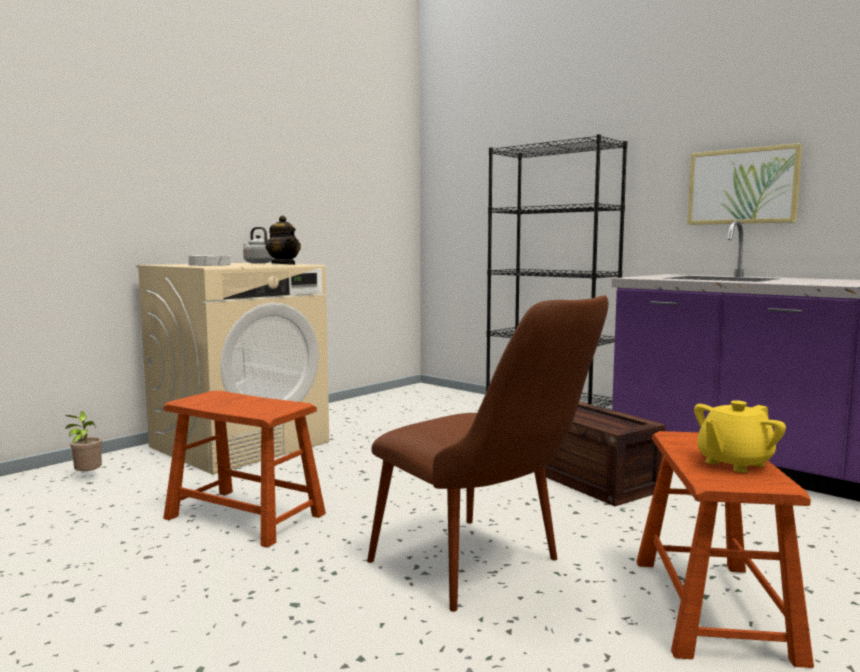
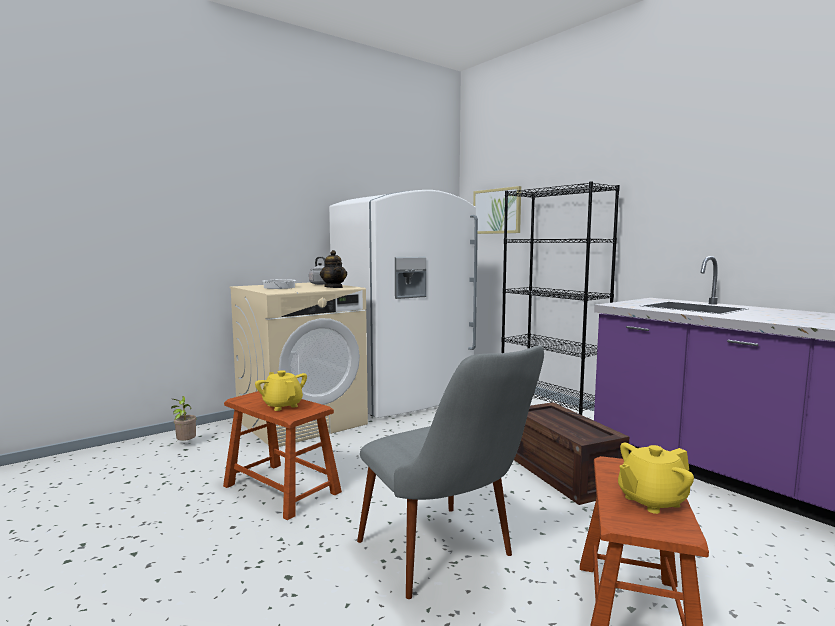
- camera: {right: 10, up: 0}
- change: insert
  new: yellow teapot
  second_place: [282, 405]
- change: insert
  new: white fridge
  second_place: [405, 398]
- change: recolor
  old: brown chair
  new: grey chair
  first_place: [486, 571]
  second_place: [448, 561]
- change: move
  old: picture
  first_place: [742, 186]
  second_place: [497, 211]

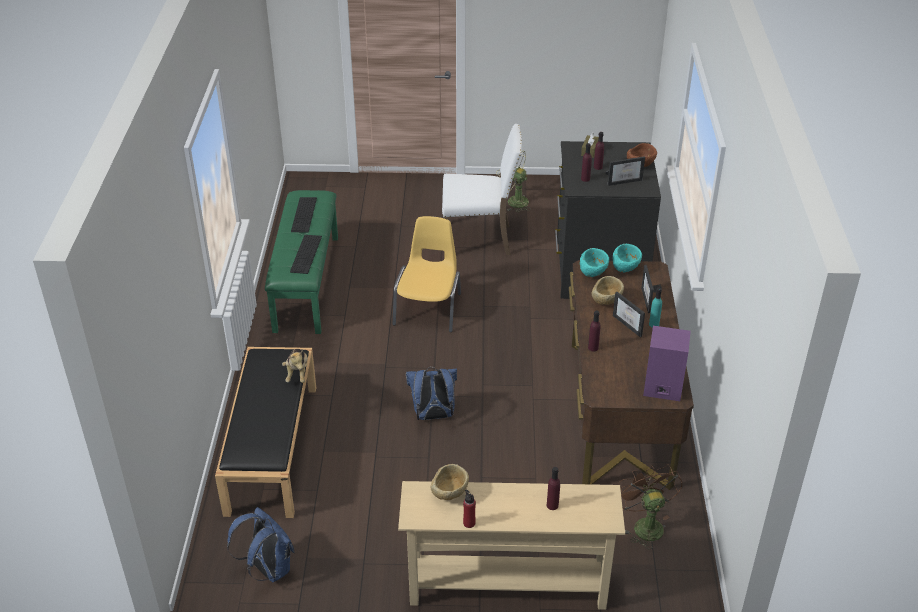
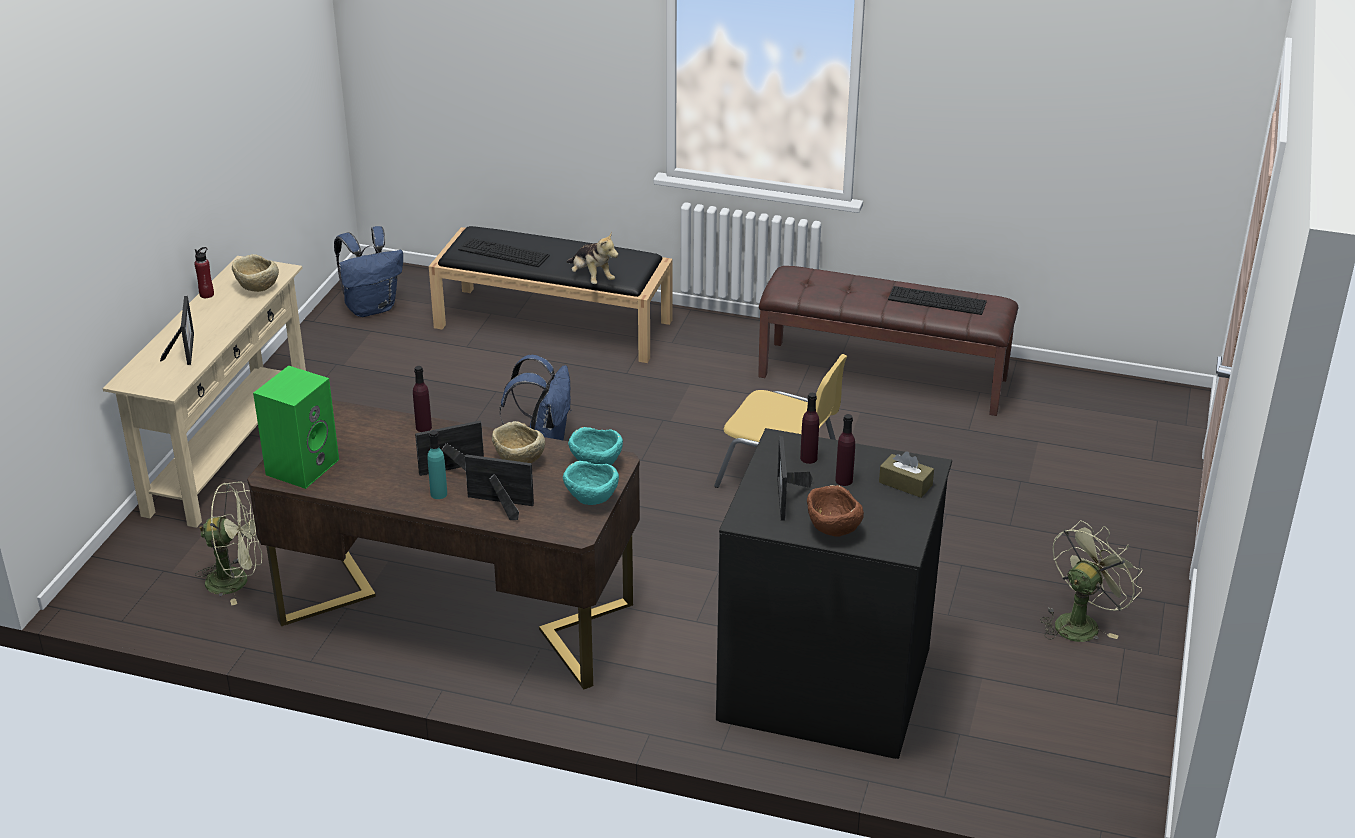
- camera: {right: 105, up: -5}
- change: replace
  old: purple bottle
  new: picture frame
  first_place: [552, 505]
  second_place: [184, 349]
- change: recolor
  old: brown fan
  new: green fan
  first_place: [644, 524]
  second_place: [237, 580]
- change: recolor
  old: purple speaker
  new: green speaker
  first_place: [661, 388]
  second_place: [302, 466]
- change: move
  old: keyboard
  first_place: [306, 254]
  second_place: [503, 253]
- change: rotate
  old: plush toy
  first_place: [297, 373]
  second_place: [591, 278]
  degrees: -135
- change: recolor
  old: green bench
  new: brown bench
  first_place: [306, 283]
  second_place: [883, 377]
- change: delete
  old: white chair
  first_place: [479, 239]

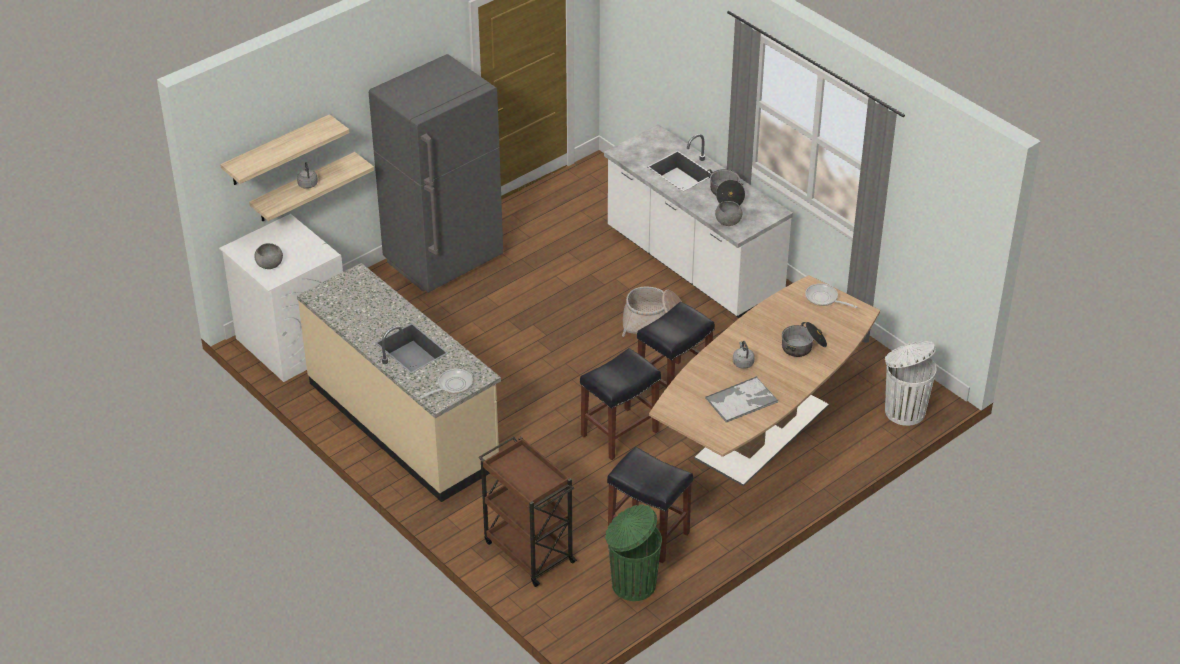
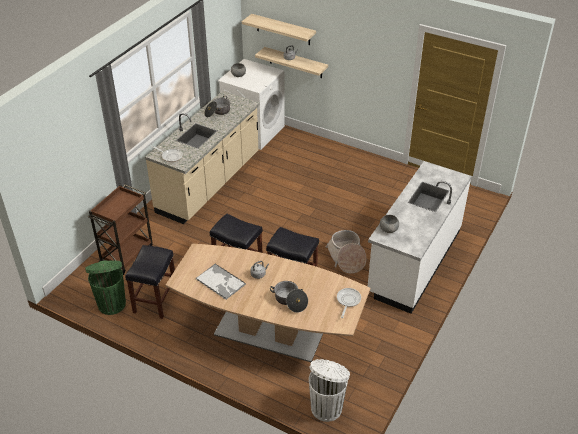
- camera: {right: 70, up: 0}
- change: move
  old: cooking pot
  first_place: [726, 195]
  second_place: [217, 112]
- change: delete
  old: grey fridge
  first_place: [444, 261]

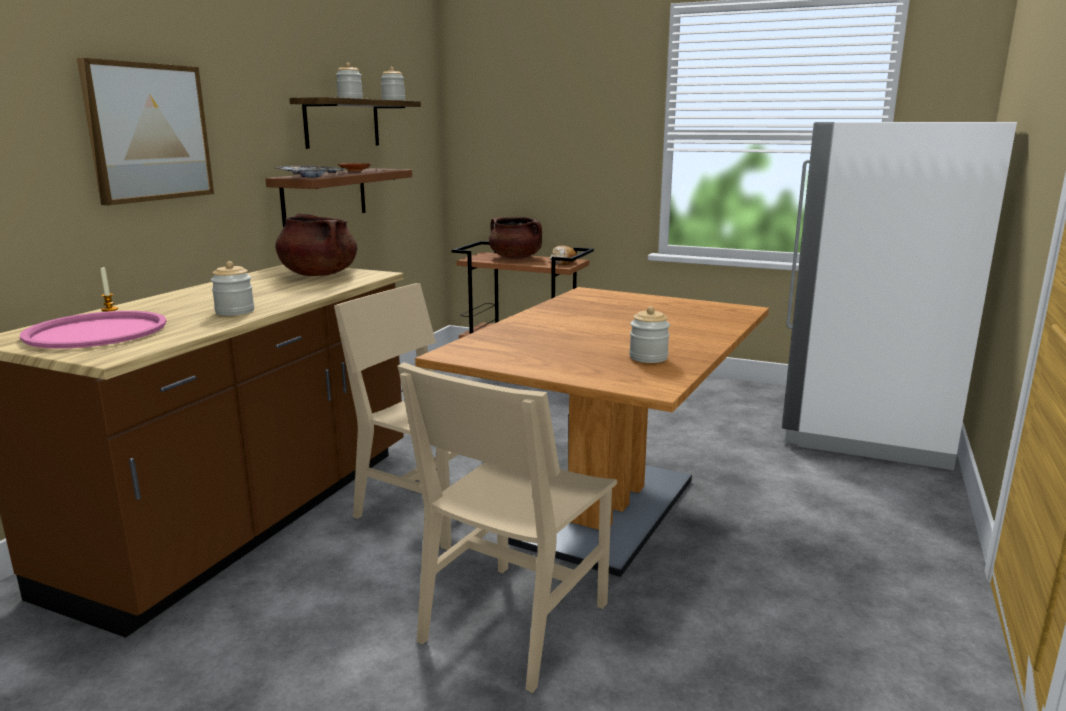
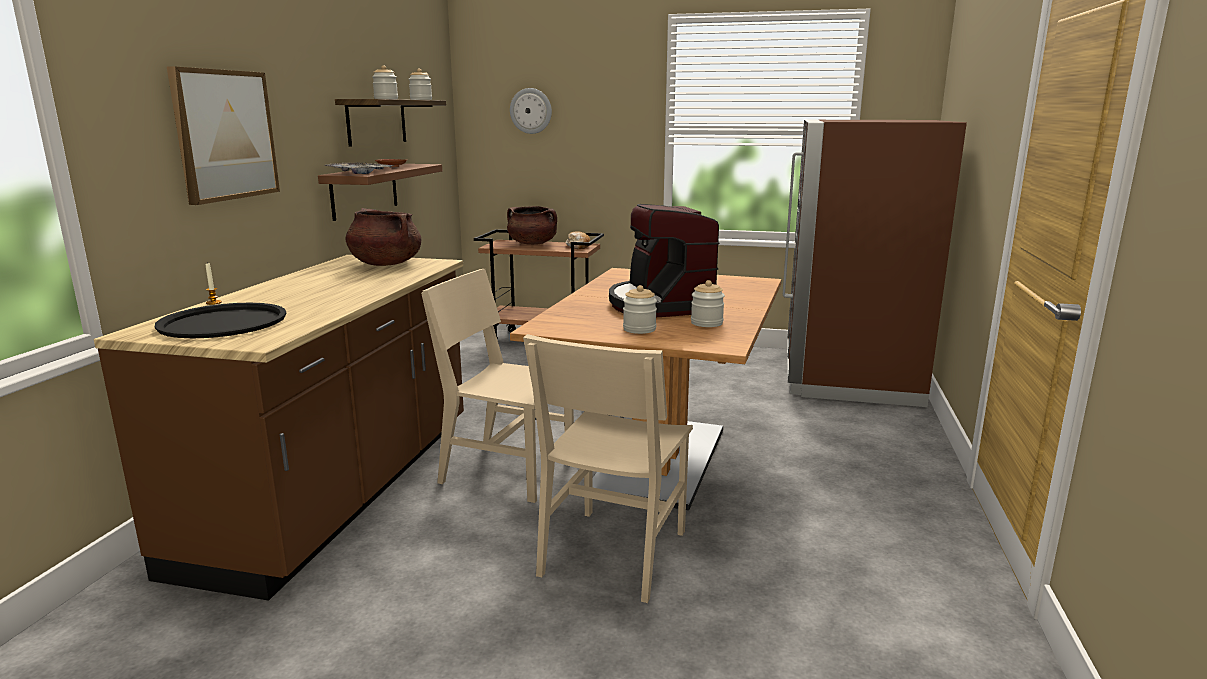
- camera: {right: -10, up: 0}
- change: recolor
  old: pink tray
  new: black tray
  first_place: [96, 332]
  second_place: [223, 322]
- change: insert
  new: wall clock
  second_place: [531, 111]
- change: insert
  new: coffee machine
  second_place: [660, 304]
- change: move
  old: jar
  first_place: [235, 311]
  second_place: [639, 329]
- change: recolor
  old: white fridge
  new: brown fridge
  first_place: [863, 425]
  second_place: [849, 376]

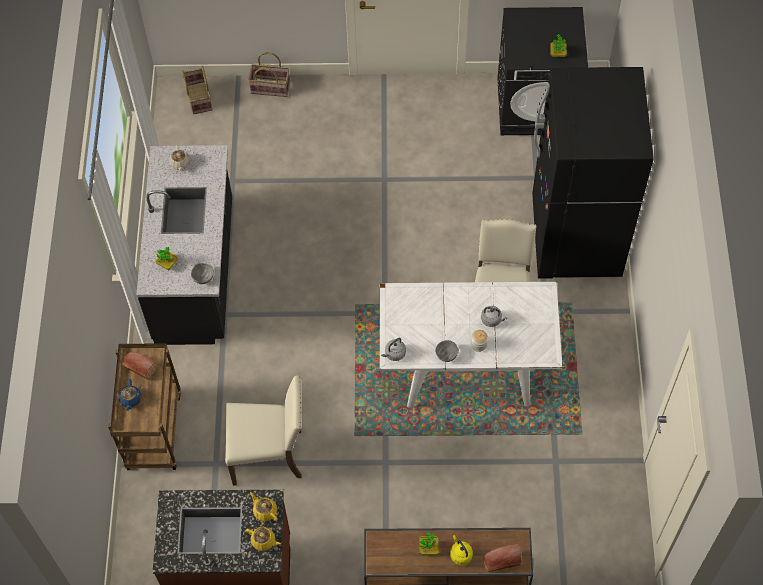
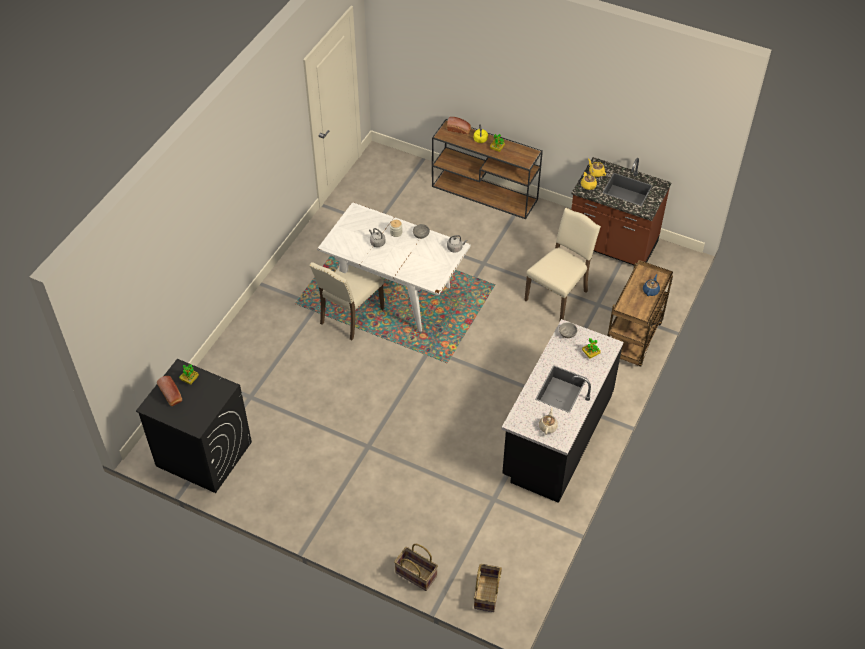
- camera: {right: -155, up: -10}
- change: move
  old: bread
  first_place: [139, 367]
  second_place: [171, 395]
- change: rotate
  old: beige chair
  first_place: [269, 455]
  second_place: [558, 295]
  degrees: 105
- change: delete
  old: black fridge
  first_place: [575, 238]

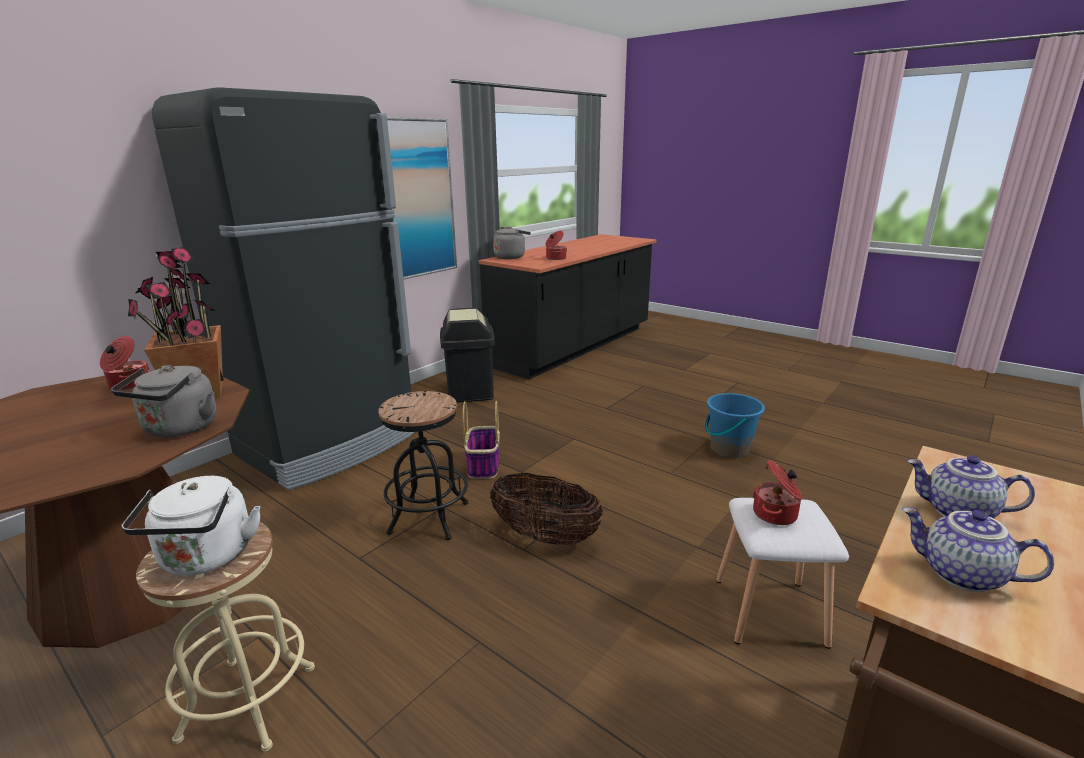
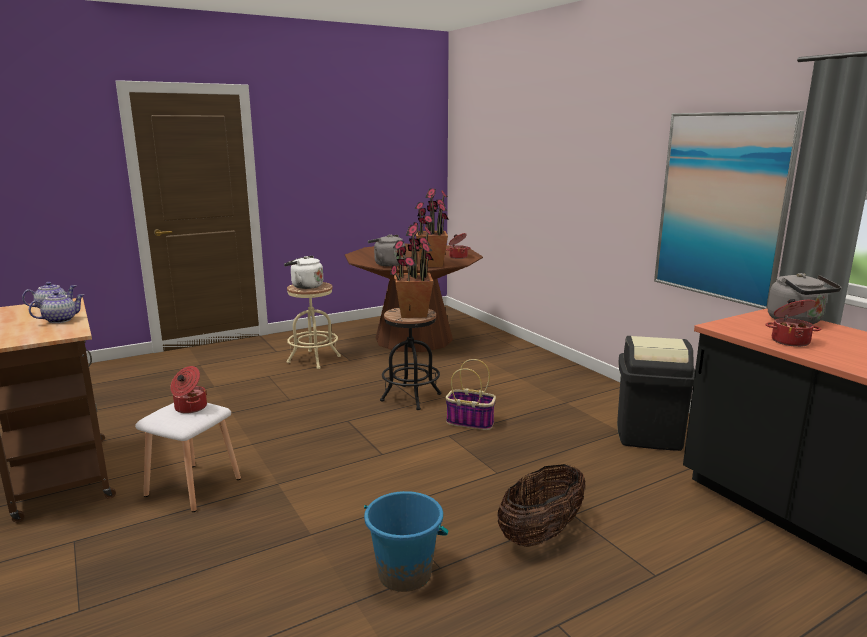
- camera: {right: 110, up: -5}
- change: insert
  new: potted plant
  second_place: [413, 314]
- change: move
  old: basket
  first_place: [545, 536]
  second_place: [540, 533]
- change: delete
  old: black fridge
  first_place: [331, 443]

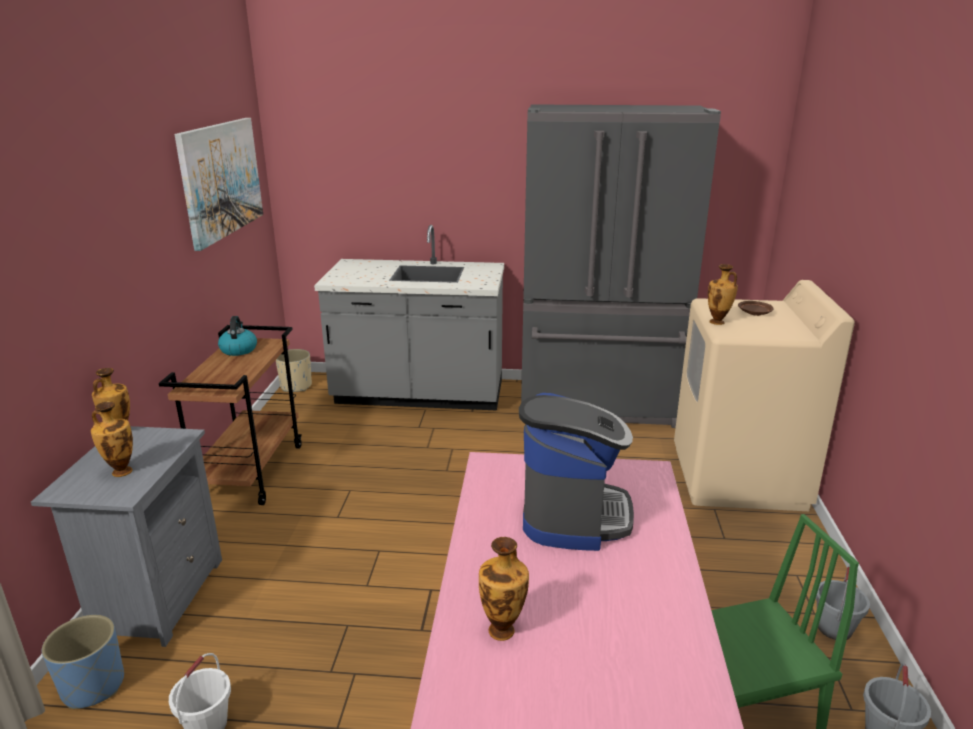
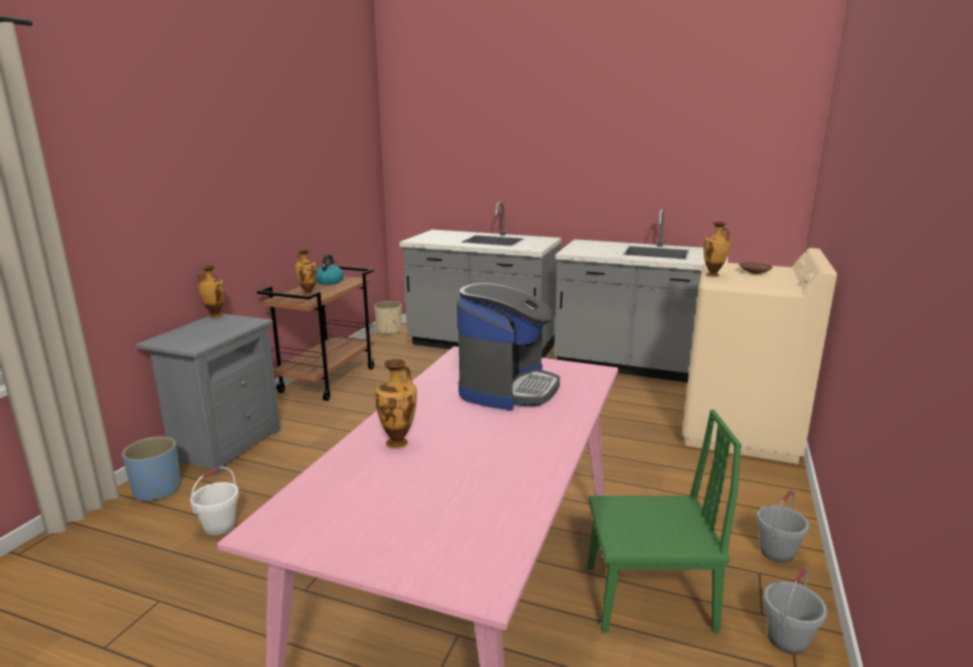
- camera: {right: 15, up: -5}
- change: move
  old: vase
  first_place: [121, 471]
  second_place: [308, 294]
- change: replace
  old: grey fridge
  new: grey counter
  first_place: [598, 405]
  second_place: [633, 366]
- change: delete
  old: picture
  first_place: [221, 179]

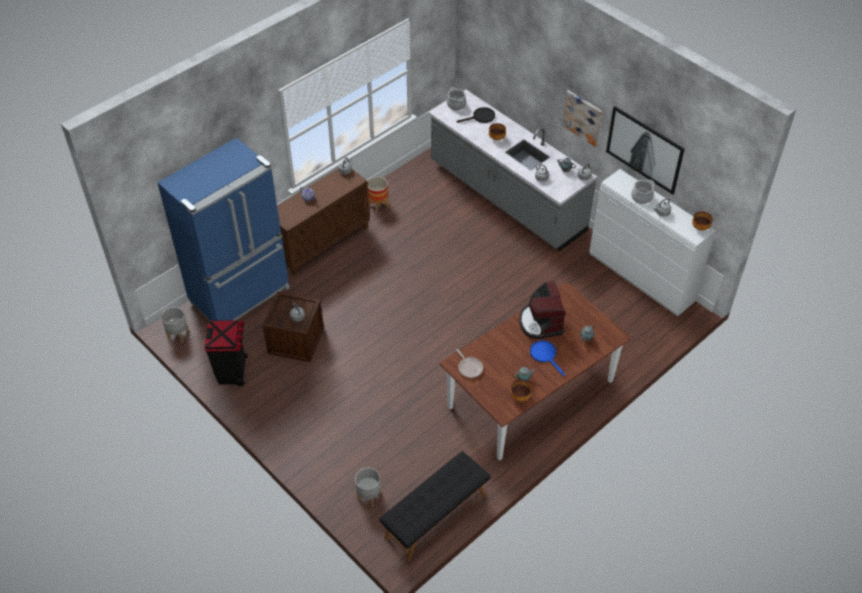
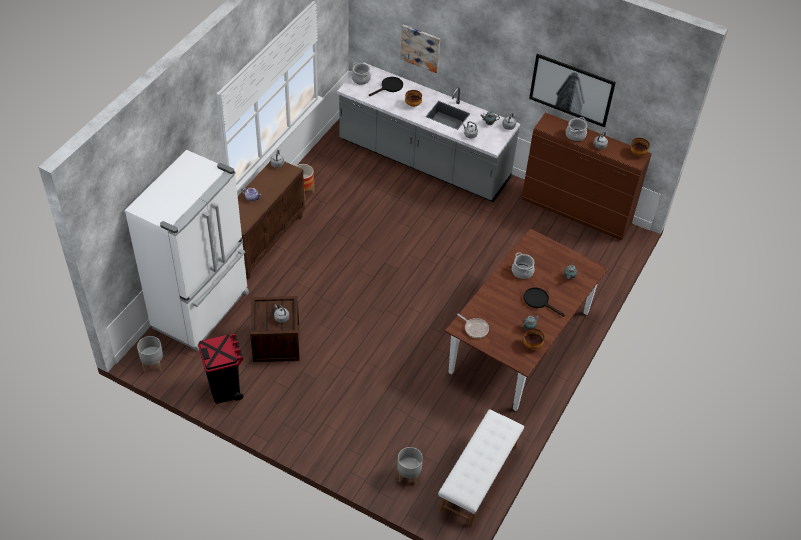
- camera: {right: -20, up: 0}
- change: recolor
  old: blue fridge
  new: white fridge
  first_place: [241, 295]
  second_place: [202, 310]
- change: move
  old: picture
  first_place: [582, 117]
  second_place: [420, 48]
- change: recolor
  old: black bench
  new: white bench
  first_place: [436, 517]
  second_place: [479, 478]
- change: replace
  old: coffee machine
  new: cooking pot
  first_place: [540, 322]
  second_place: [522, 271]
- change: recolor
  old: white dresser
  new: brown dresser
  first_place: [640, 279]
  second_place: [576, 213]
- change: recolor
  old: blue frying pan
  new: black frying pan
  first_place: [545, 355]
  second_place: [539, 301]

